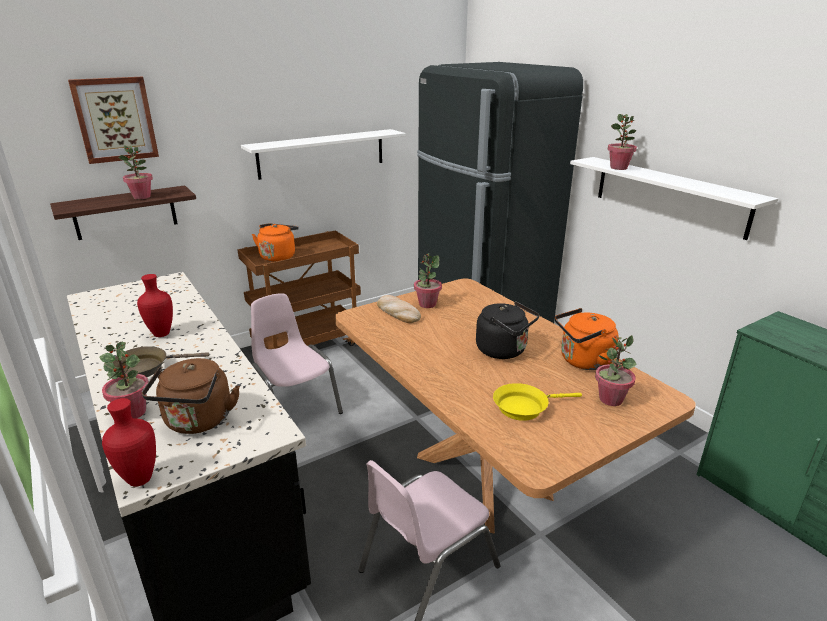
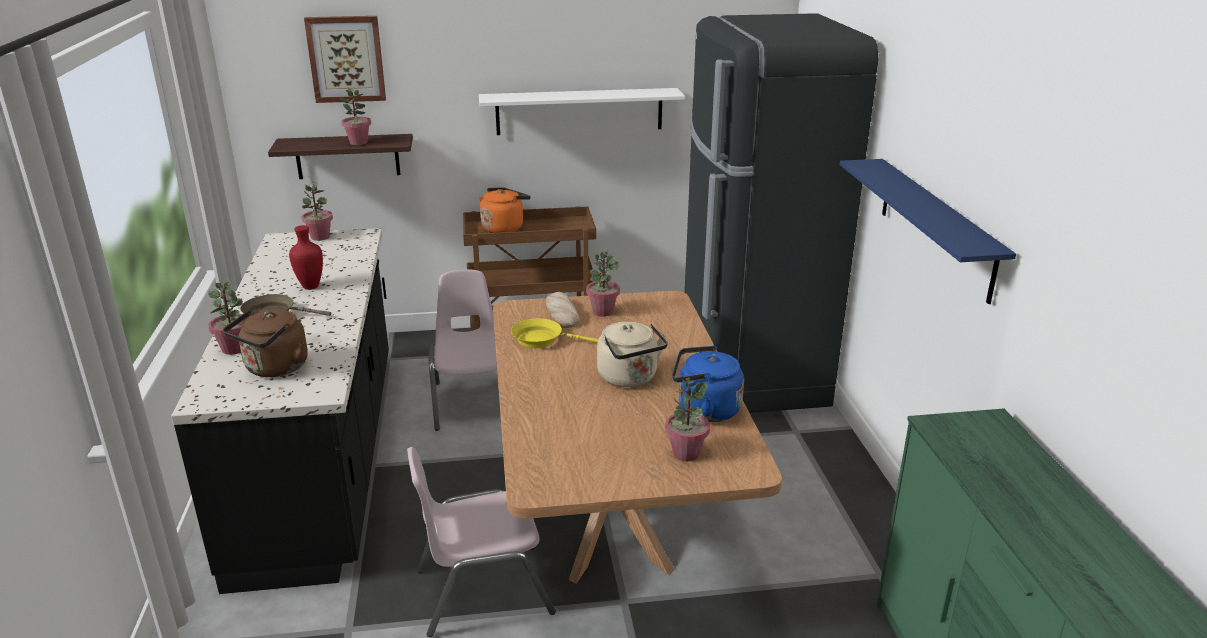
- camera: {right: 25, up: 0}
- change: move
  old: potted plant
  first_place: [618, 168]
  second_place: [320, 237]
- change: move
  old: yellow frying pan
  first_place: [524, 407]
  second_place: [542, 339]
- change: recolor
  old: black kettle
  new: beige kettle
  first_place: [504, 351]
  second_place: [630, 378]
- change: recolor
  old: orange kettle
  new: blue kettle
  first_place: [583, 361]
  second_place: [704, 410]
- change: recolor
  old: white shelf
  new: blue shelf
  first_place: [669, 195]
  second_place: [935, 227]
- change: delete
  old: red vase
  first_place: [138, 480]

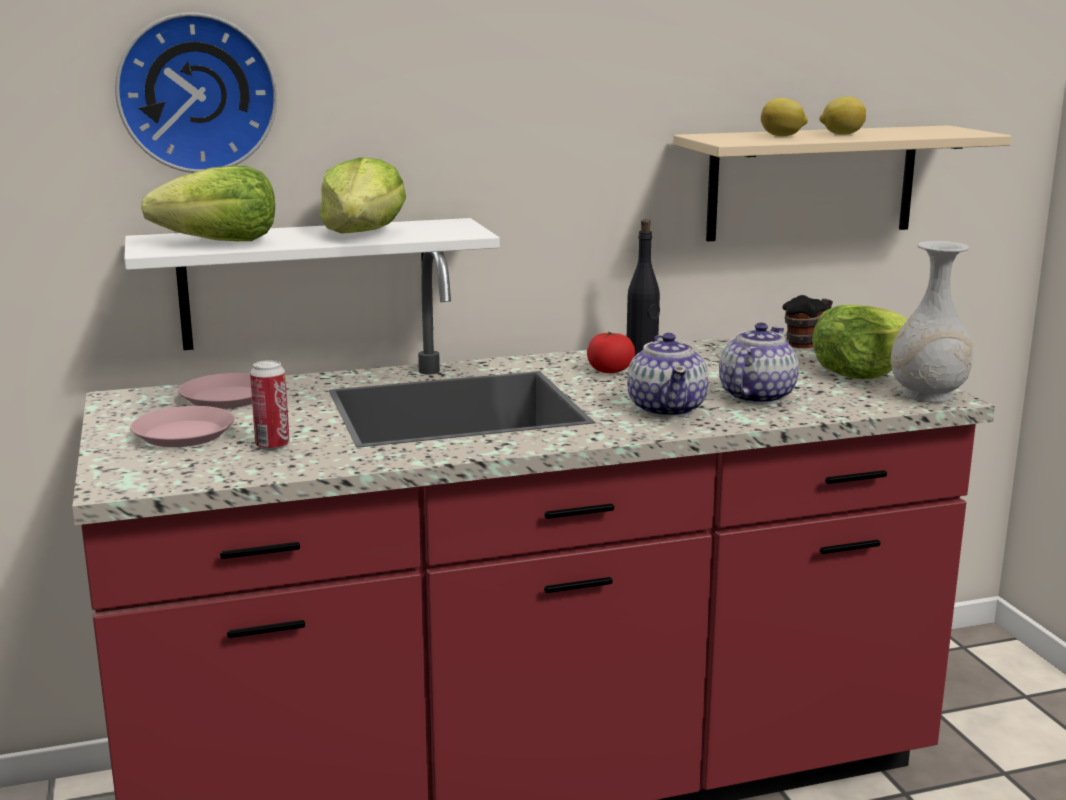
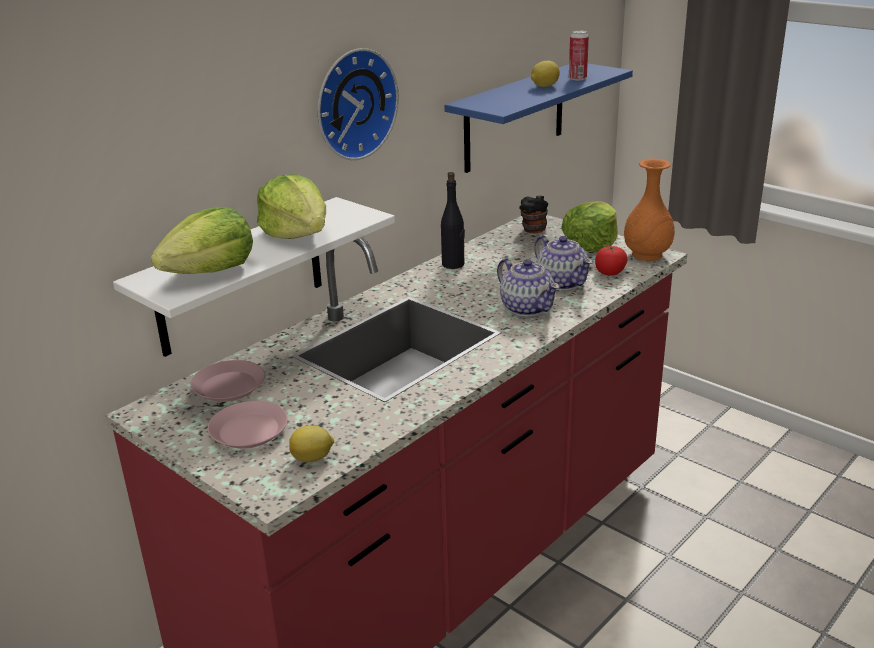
- camera: {right: -30, up: 10}
- change: move
  old: lemon
  first_place: [782, 136]
  second_place: [313, 458]
- change: move
  old: wall clock
  first_place: [197, 93]
  second_place: [352, 103]
- change: recolor
  old: beige shelf
  new: blue shelf
  first_place: [812, 182]
  second_place: [514, 117]
- change: rotate
  old: teapot
  first_place: [755, 396]
  second_place: [562, 282]
  degrees: 150
- change: move
  old: can
  first_place: [272, 446]
  second_place: [577, 78]
- change: move
  old: tomato
  first_place: [610, 371]
  second_place: [610, 272]
- change: recolor
  old: white vase
  new: orange vase
  first_place: [927, 395]
  second_place: [647, 255]

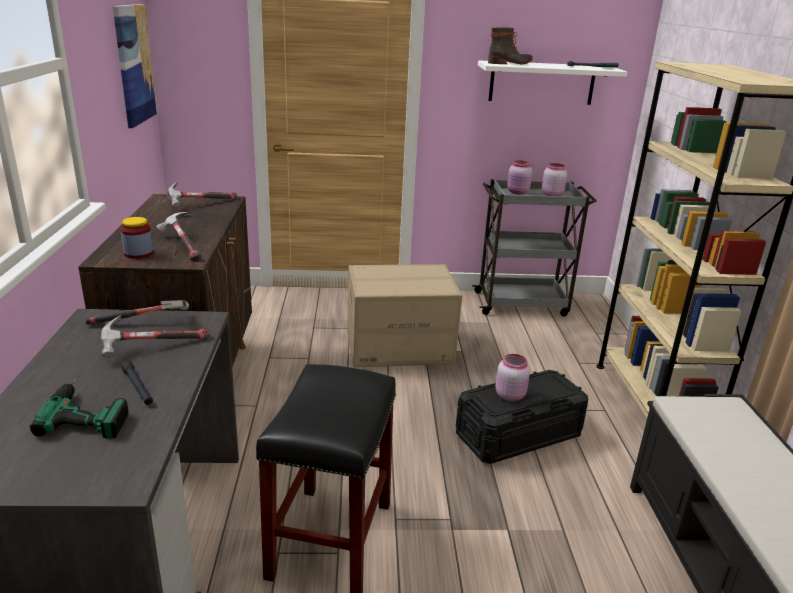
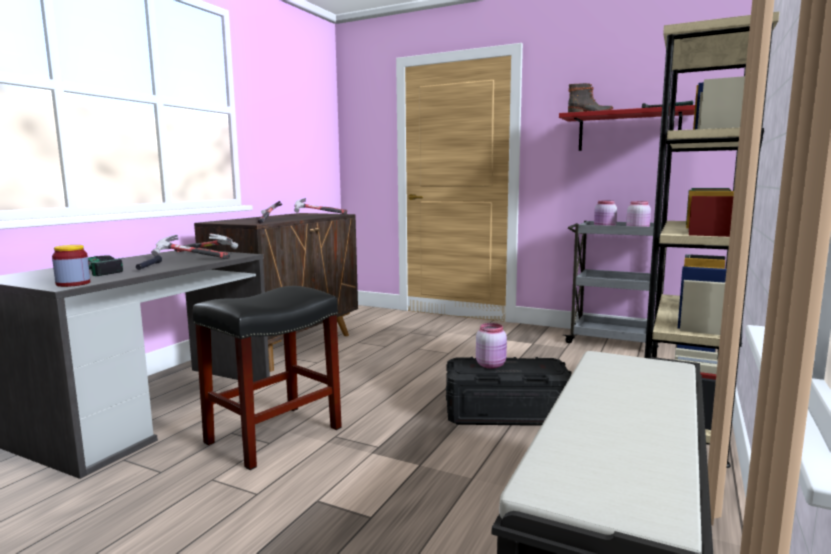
- camera: {right: 30, up: -15}
- change: move
  old: jar
  first_place: [138, 253]
  second_place: [73, 284]
- change: recolor
  old: white shelf
  new: red shelf
  first_place: [542, 83]
  second_place: [628, 131]
- change: delete
  old: picture
  first_place: [134, 64]
- change: delete
  old: cardboard box
  first_place: [399, 346]

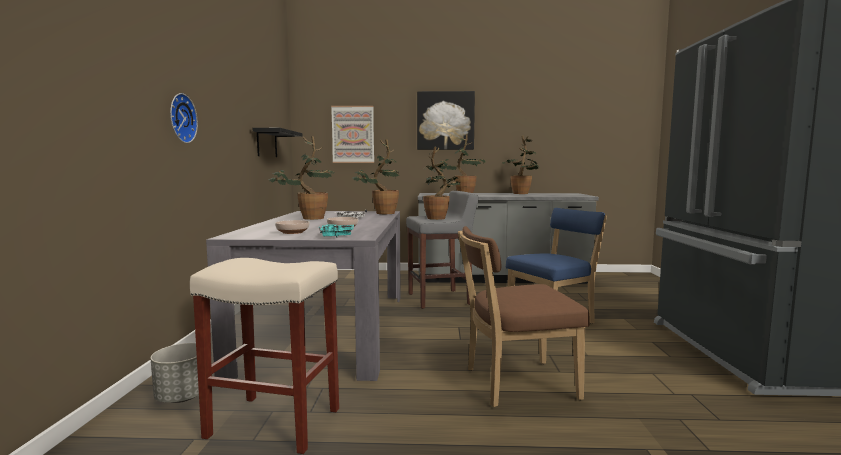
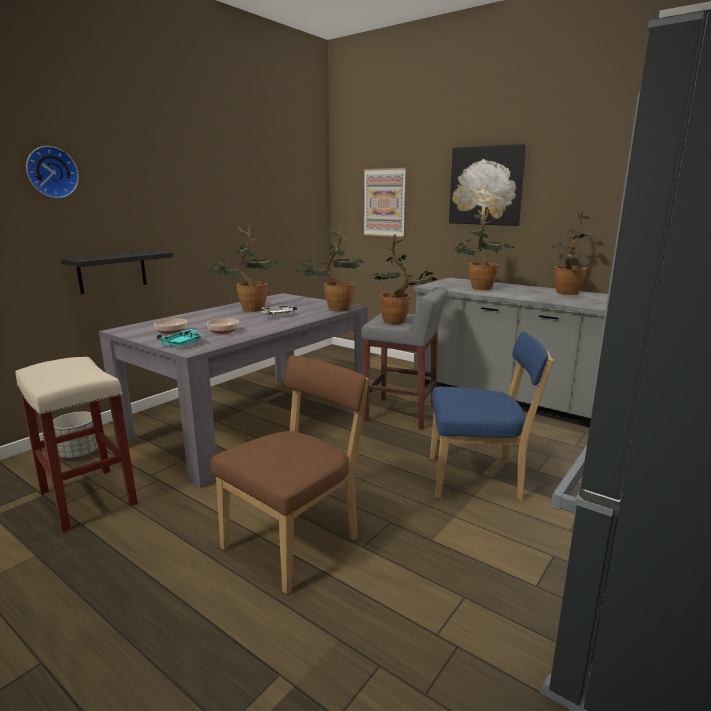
- camera: {right: 35, up: 10}
- change: move
  old: wall clock
  first_place: [180, 118]
  second_place: [51, 172]
- change: move
  old: black shelf
  first_place: [267, 143]
  second_place: [112, 271]
- change: rotate
  old: brown chair
  first_place: [515, 383]
  second_place: [296, 540]
  degrees: 105

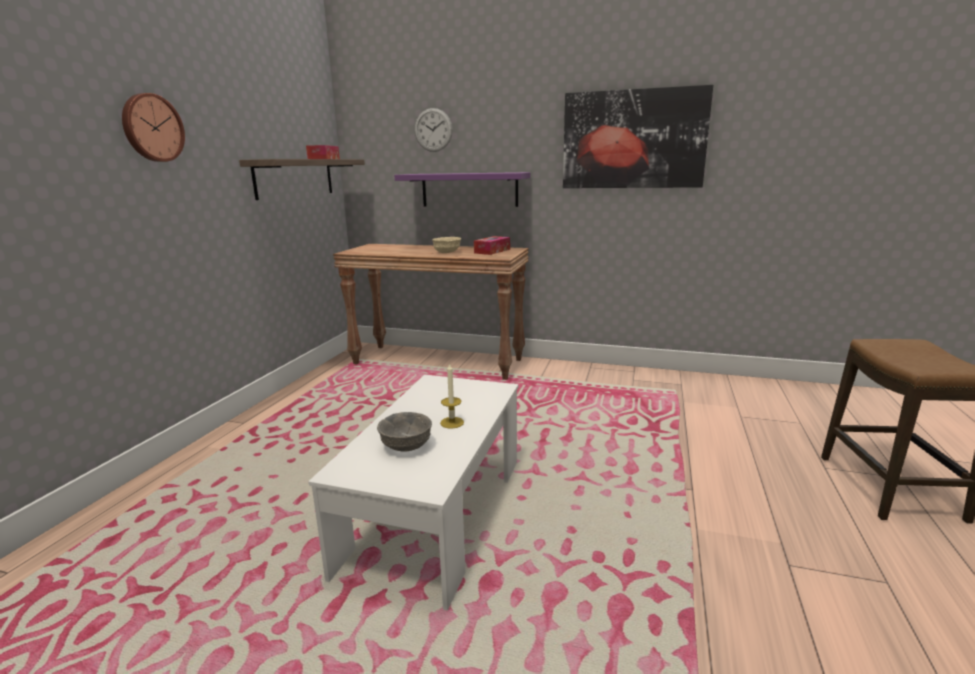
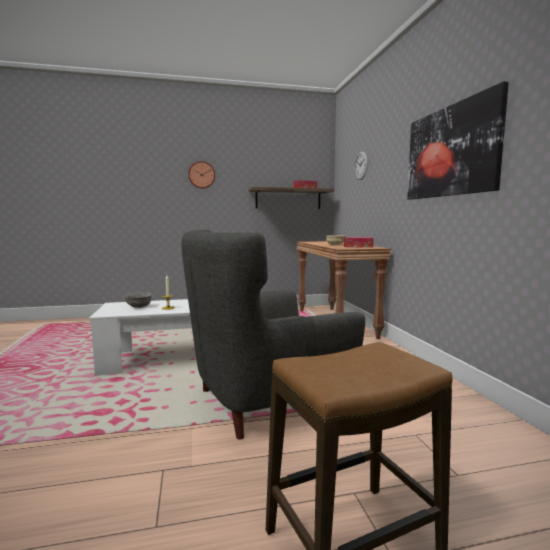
- camera: {right: 60, up: -10}
- change: insert
  new: grey armchair
  second_place: [266, 400]
- change: delete
  old: purple shelf
  first_place: [469, 189]

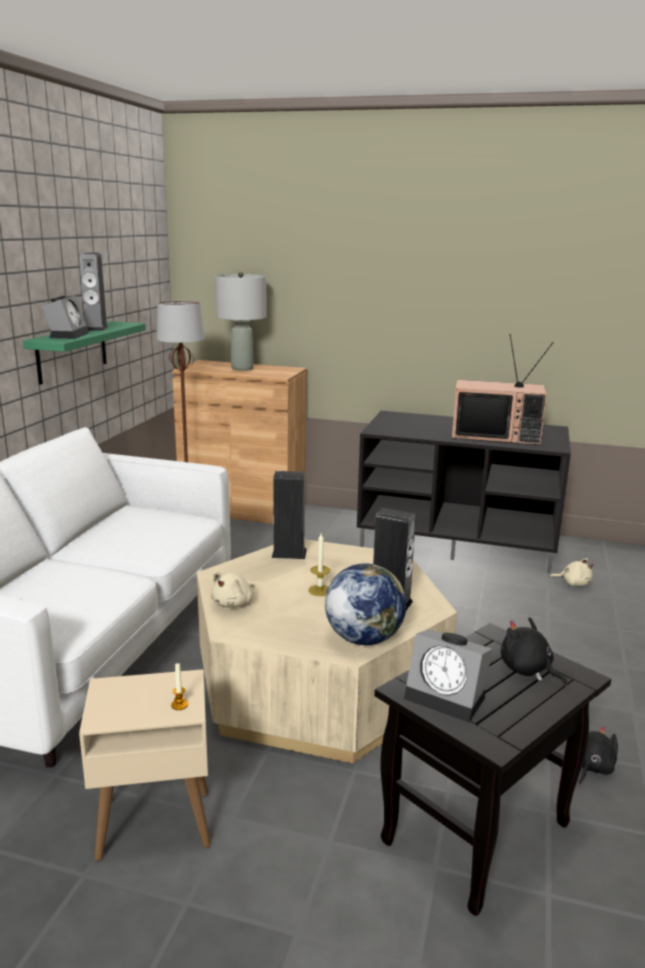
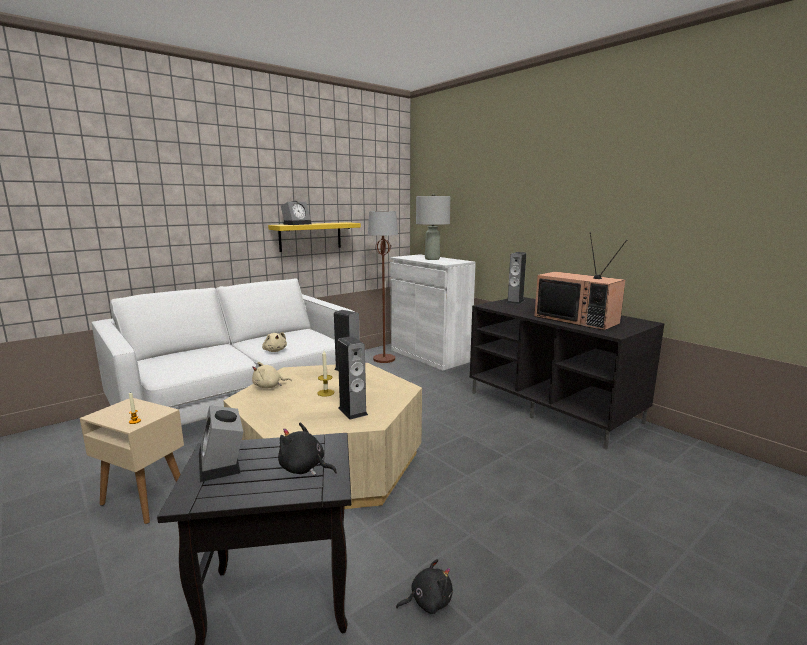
- camera: {right: 35, up: -5}
- change: move
  old: beige plush toy
  first_place: [573, 583]
  second_place: [275, 350]
- change: recolor
  old: green shelf
  new: yellow shelf
  first_place: [72, 351]
  second_place: [310, 236]
- change: rotate
  old: black plush toy
  first_place: [527, 670]
  second_place: [304, 468]
  degrees: -60
- change: recolor
  old: brown cabinet
  new: white cabinet
  first_place: [243, 508]
  second_place: [429, 355]
- change: move
  old: speaker
  first_place: [96, 328]
  second_place: [515, 301]
- change: delete
  old: globe
  first_place: [363, 638]

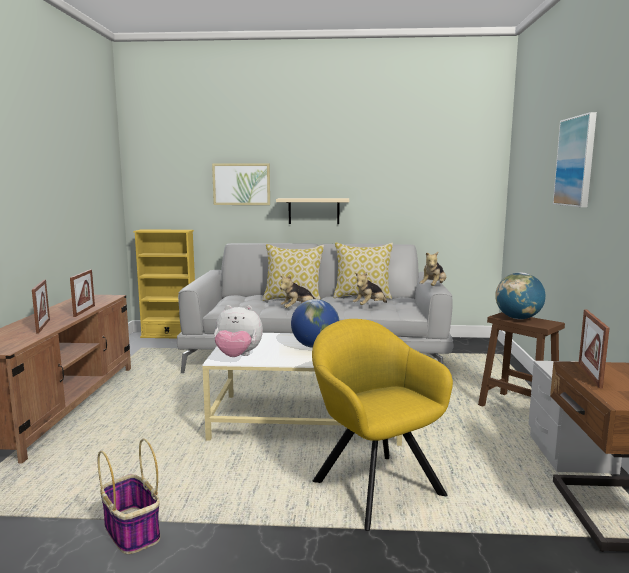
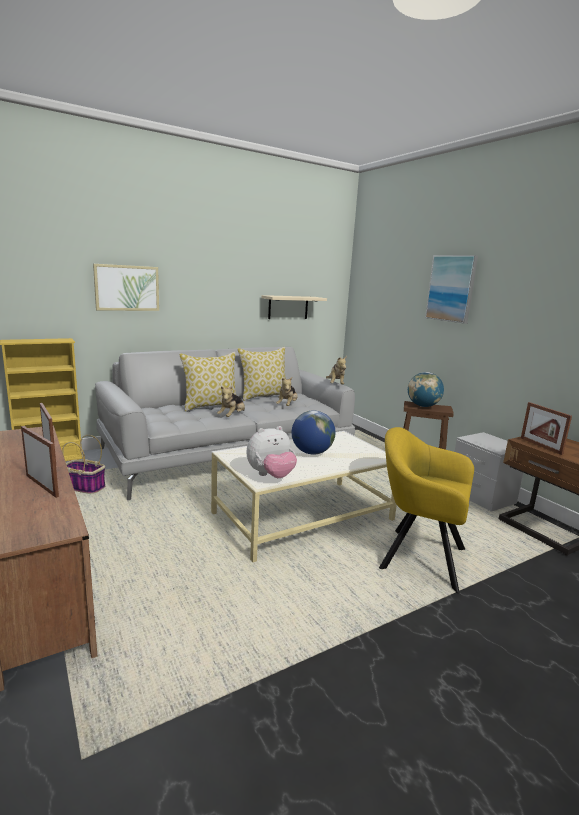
- camera: {right: -35, up: 5}
- change: move
  old: basket
  first_place: [131, 531]
  second_place: [84, 487]
- change: move
  old: beige shelf
  first_place: [313, 211]
  second_place: [288, 307]

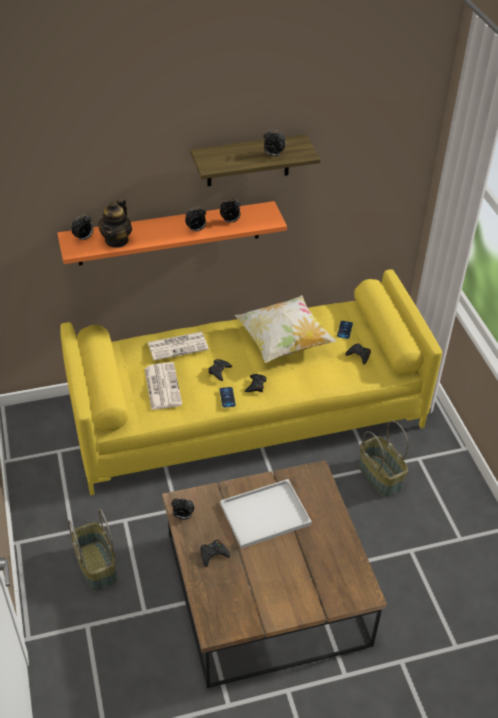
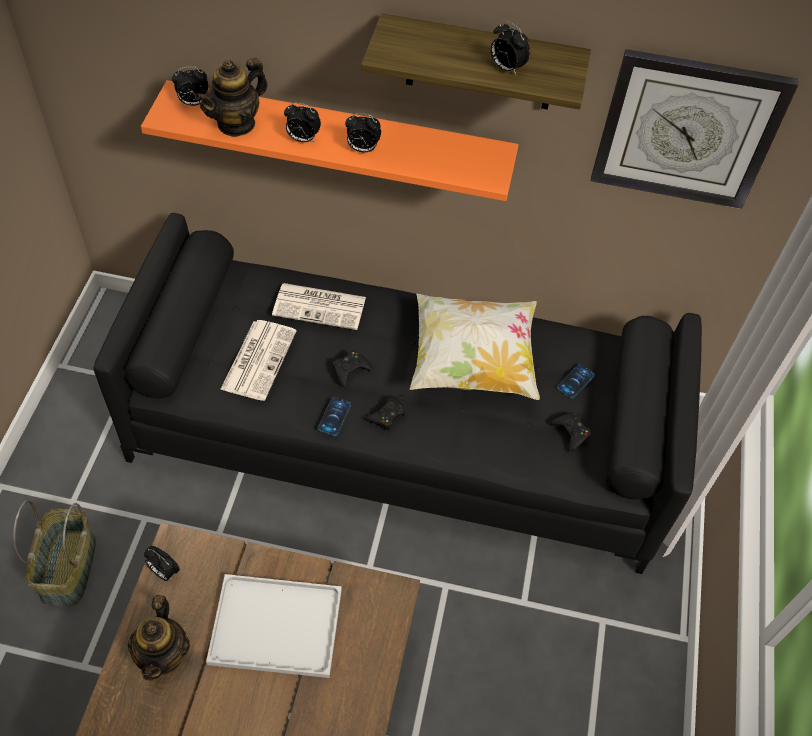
- camera: {right: 25, up: 10}
- change: recolor
  old: yellow sofa
  new: black sofa
  first_place: [248, 413]
  second_place: [402, 434]
- change: replace
  old: black game controller
  new: teapot
  first_place: [213, 554]
  second_place: [164, 654]
- change: move
  old: alarm clock
  first_place: [230, 221]
  second_place: [302, 139]
- change: insert
  new: wall clock
  second_place: [687, 130]
- change: delete
  old: basket
  first_place: [381, 476]

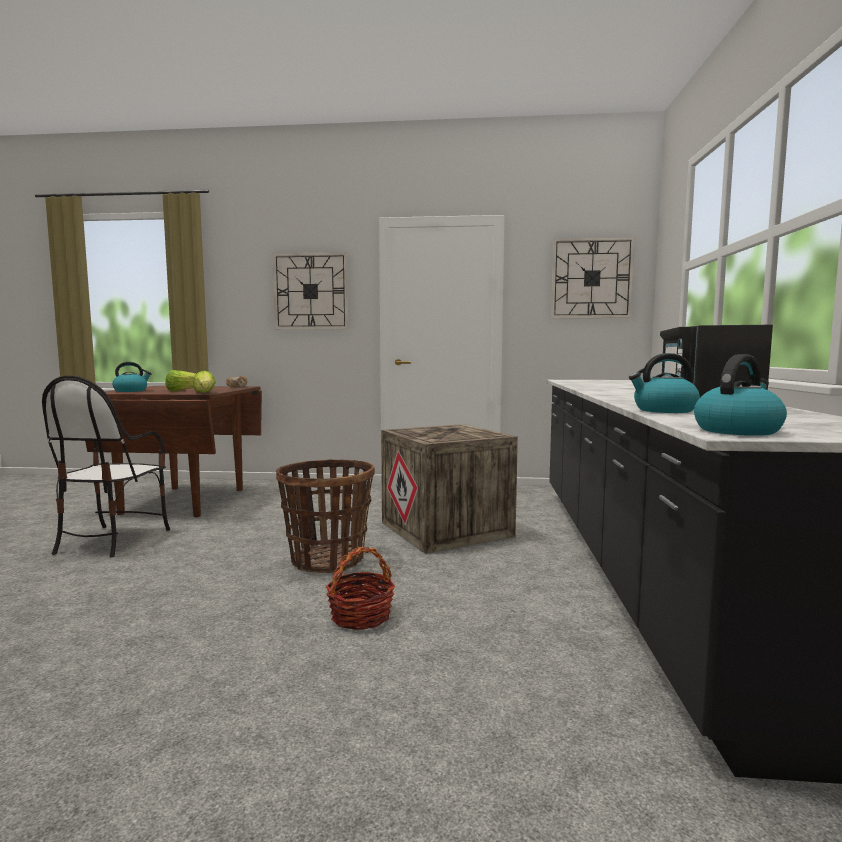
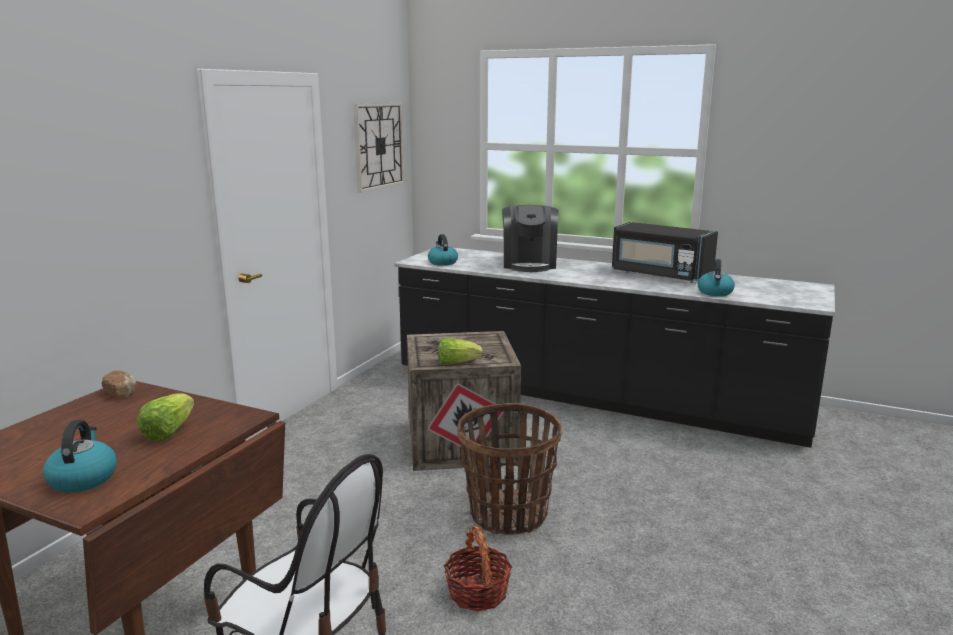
- camera: {right: -70, up: 10}
- change: move
  old: kettle
  first_place: [737, 430]
  second_place: [442, 262]
- change: move
  old: lettuce
  first_place: [205, 393]
  second_place: [457, 363]
- change: move
  old: basket
  first_place: [360, 616]
  second_place: [478, 592]
- change: insert
  new: coffee machine
  second_place: [529, 264]
- change: delete
  old: wall clock
  first_place: [311, 291]

